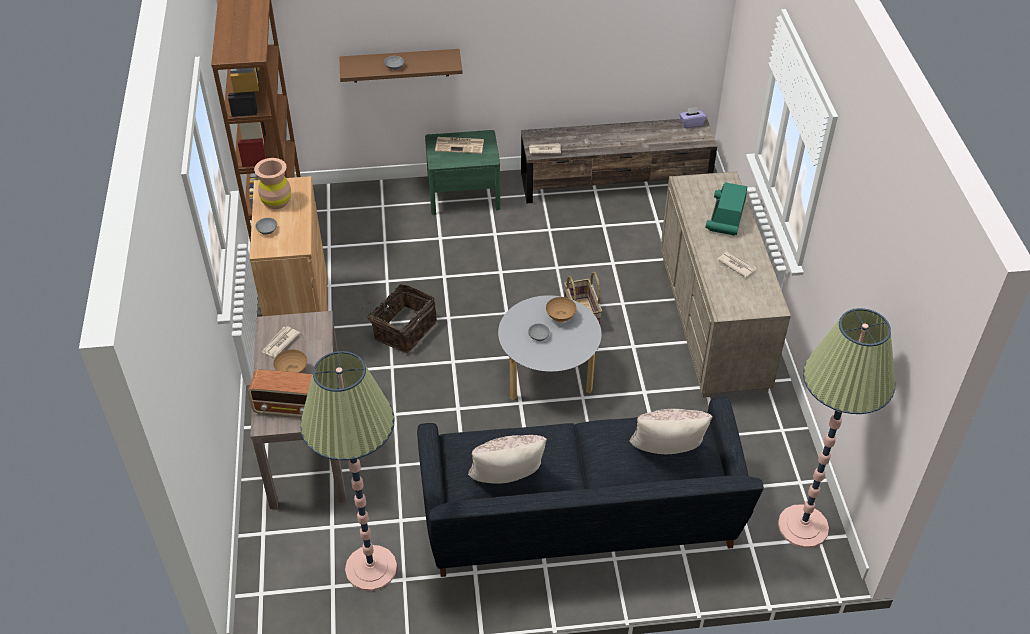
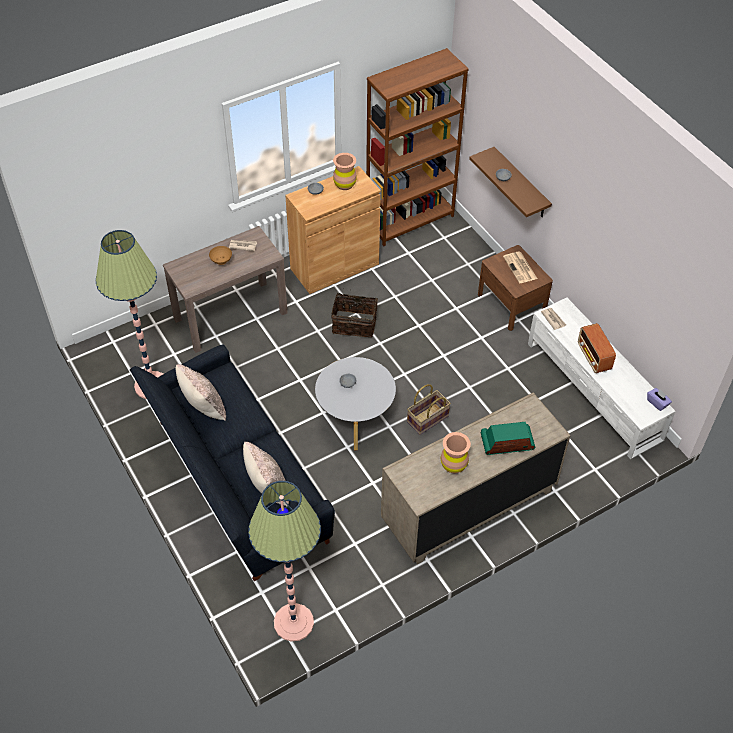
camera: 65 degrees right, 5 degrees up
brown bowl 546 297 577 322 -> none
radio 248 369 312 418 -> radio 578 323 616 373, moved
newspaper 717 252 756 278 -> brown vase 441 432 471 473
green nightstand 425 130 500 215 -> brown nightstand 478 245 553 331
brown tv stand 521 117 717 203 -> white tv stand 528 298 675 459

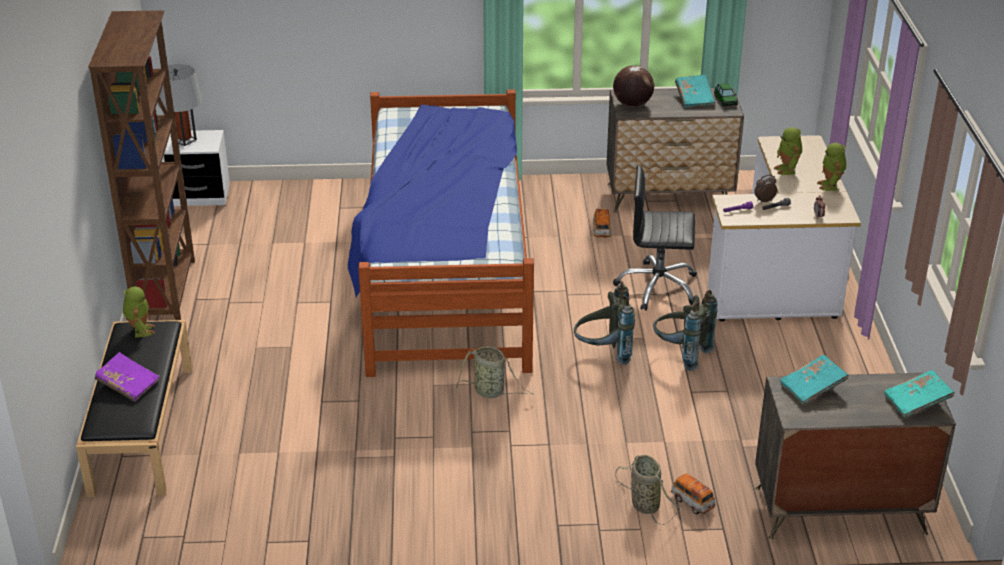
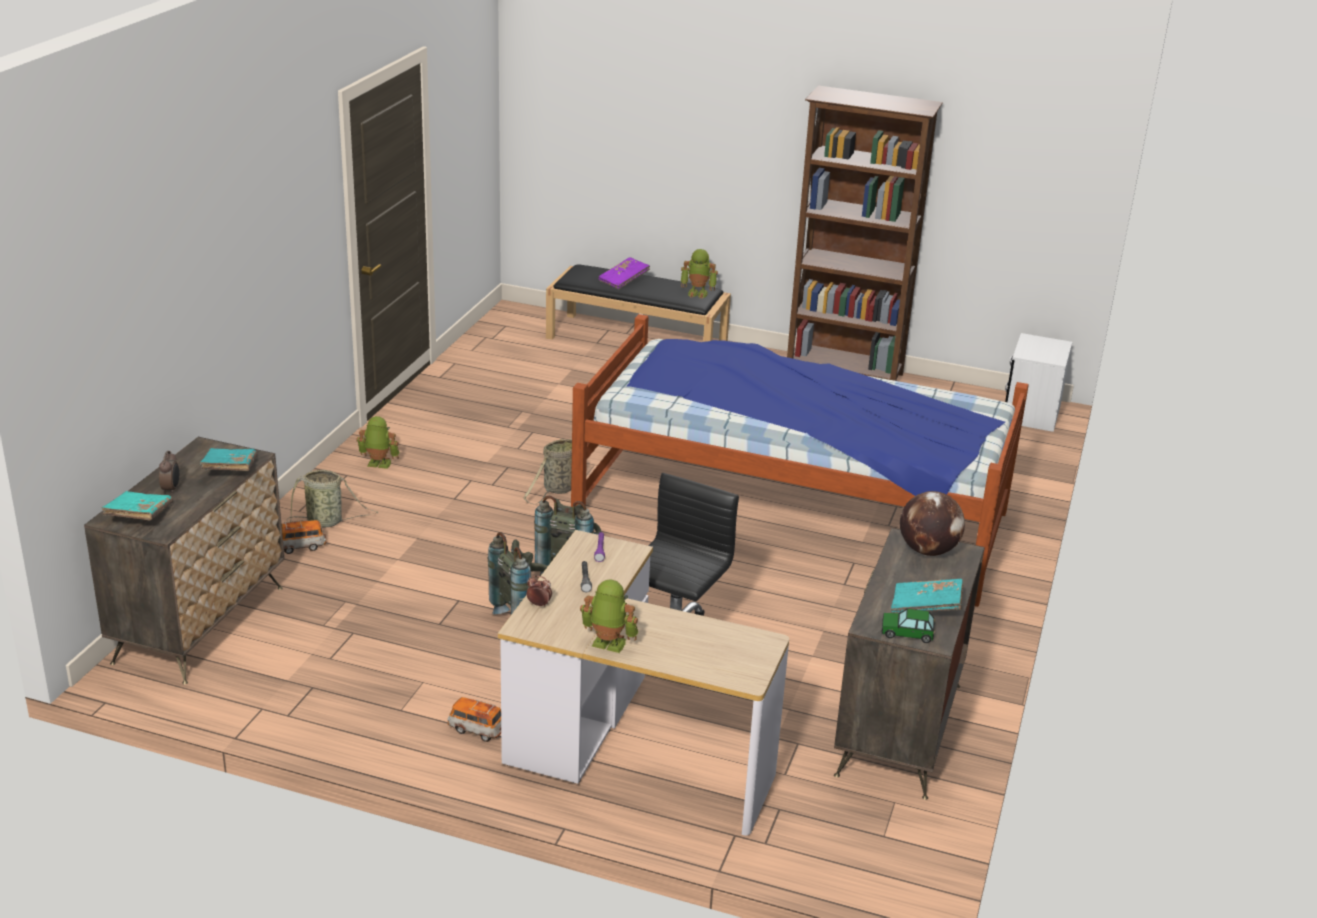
camera: 110 degrees right, 5 degrees down
grey table lamp 158 64 202 146 -> none
toy car 593 209 612 238 -> toy car 447 697 501 742, moved
alarm clock 754 174 777 203 -> alarm clock 159 451 179 494, moved
toy robot 774 127 802 175 -> toy robot 356 416 399 469, moved

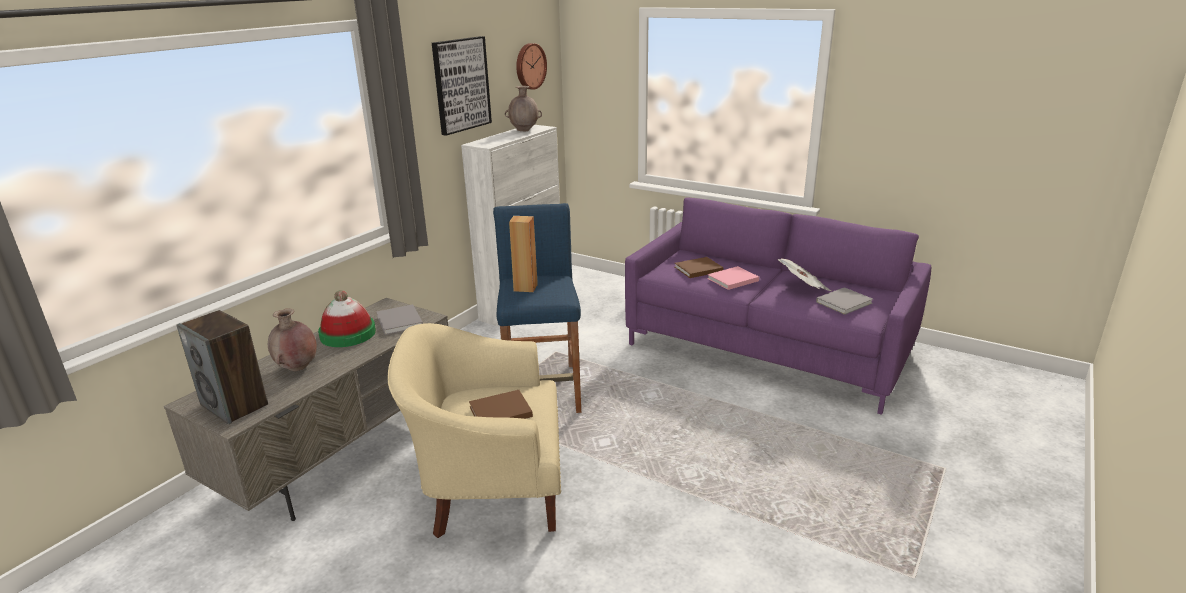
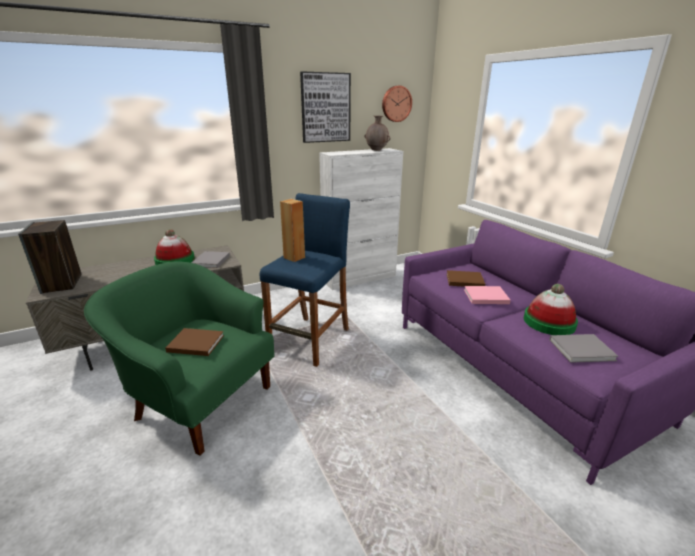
camera: 30 degrees right, 0 degrees up
brown vase 268 308 317 371 -> none
newspaper 777 259 831 291 -> hat 524 284 578 335
beige armchair 388 323 561 538 -> green armchair 84 262 275 456

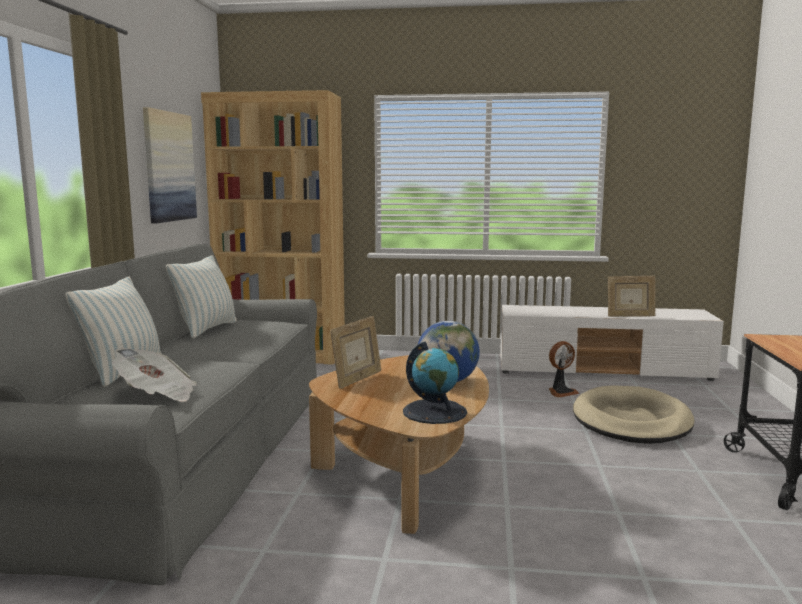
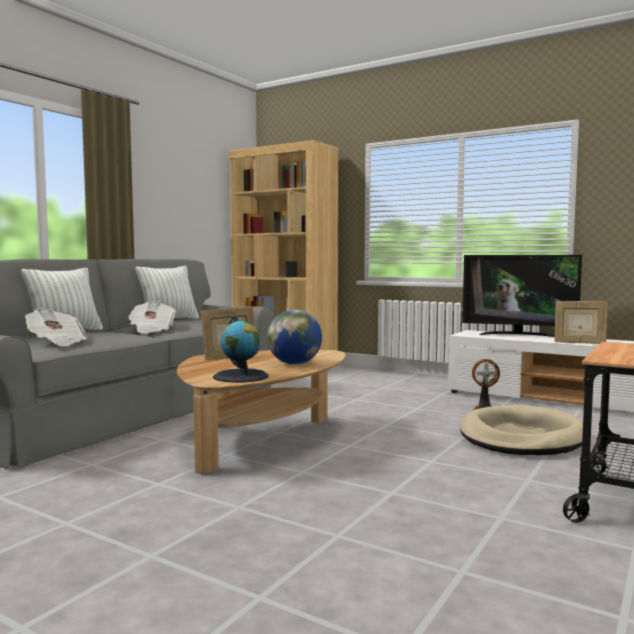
camera: 25 degrees right, 5 degrees down
picture 143 107 197 223 -> none
none -> newspaper 128 301 176 333
none -> television 462 255 582 337

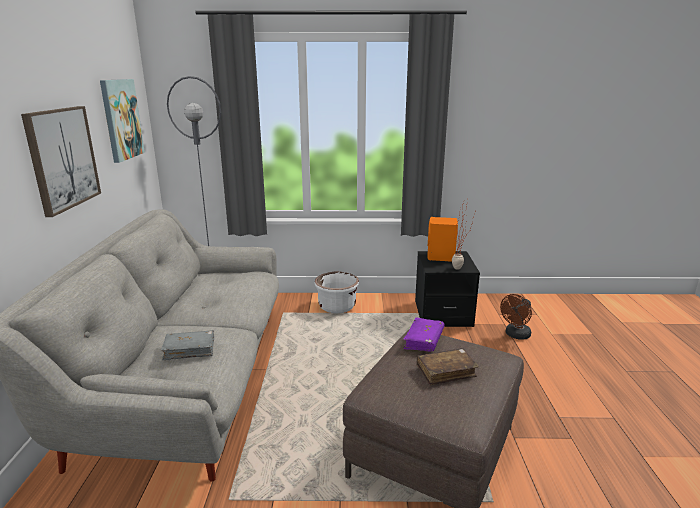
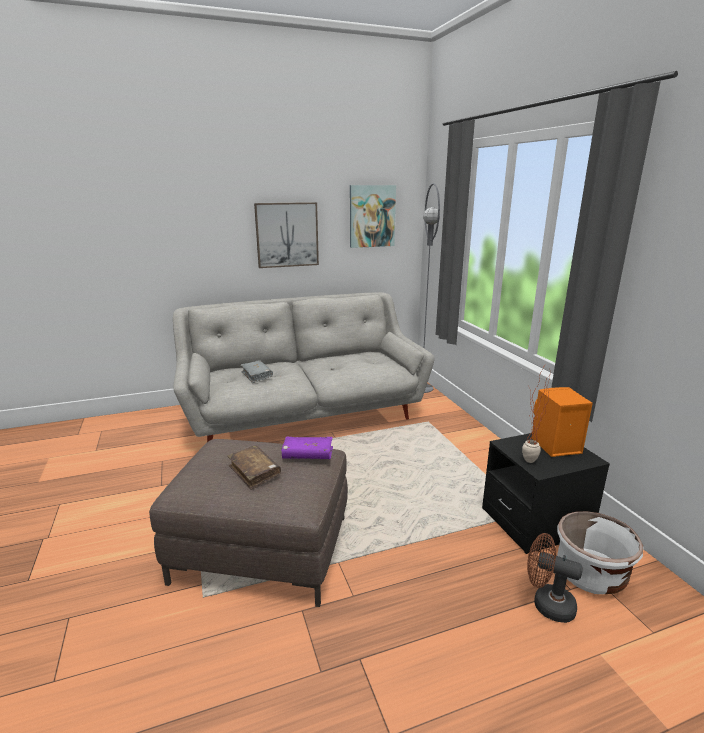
camera: 70 degrees right, 0 degrees up
white planter 314 271 359 314 -> white planter 557 511 643 594, moved

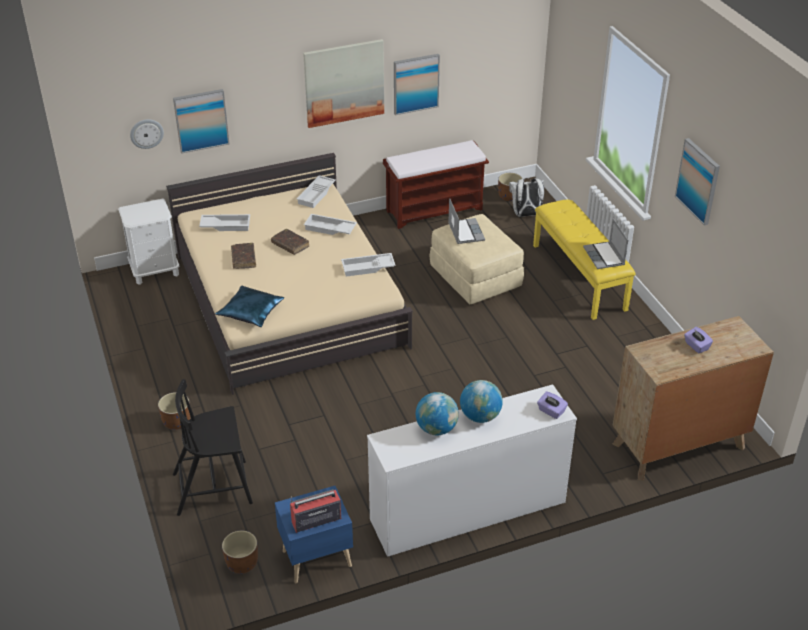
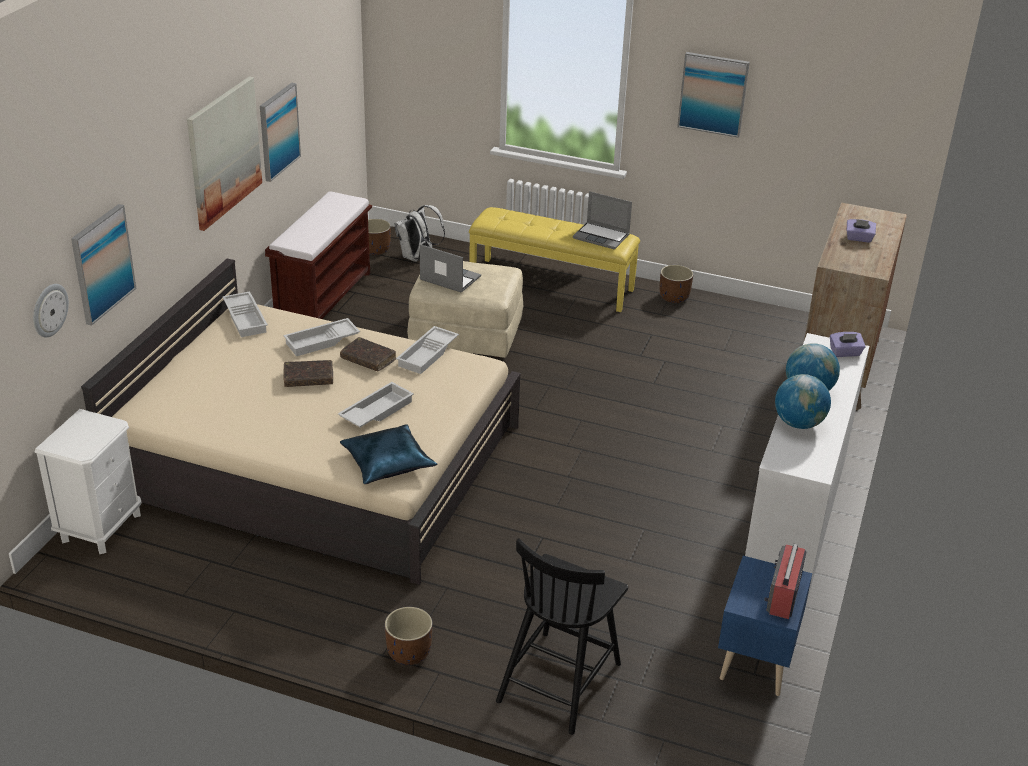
camera: 50 degrees left, 5 degrees down
white tray 199 214 250 231 -> white tray 338 382 414 427, moved
brown planter 222 531 258 574 -> brown planter 660 265 693 303, moved
brown book 231 243 256 269 -> brown book 340 337 396 372, moved

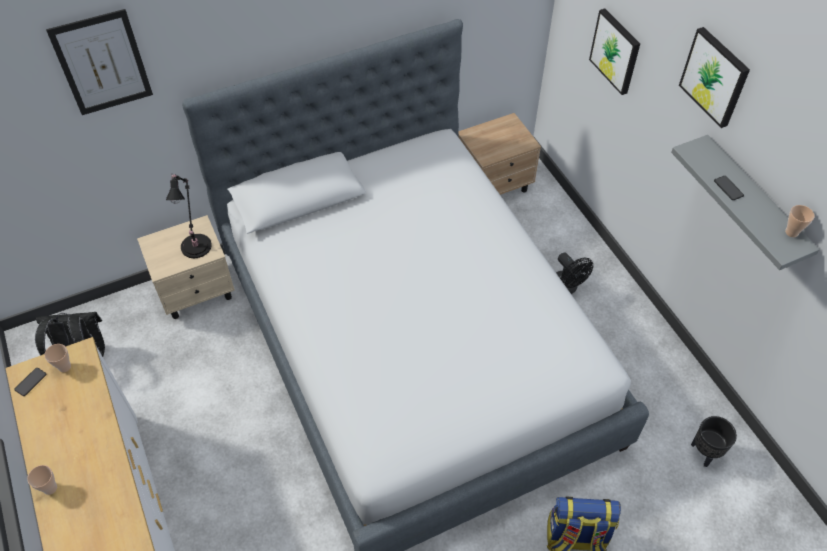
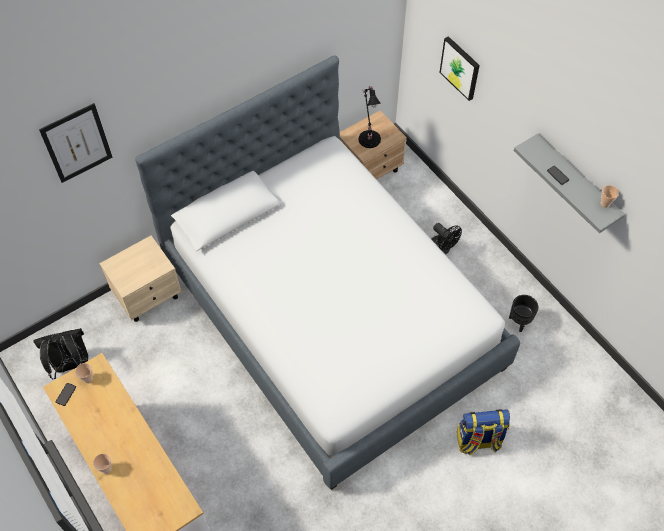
camera: 10 degrees left, 5 degrees up
picture 679 27 750 128 -> none
black table lamp 166 174 212 258 -> black table lamp 359 86 381 148, moved
black planter 691 416 737 467 -> black planter 509 295 538 332, moved

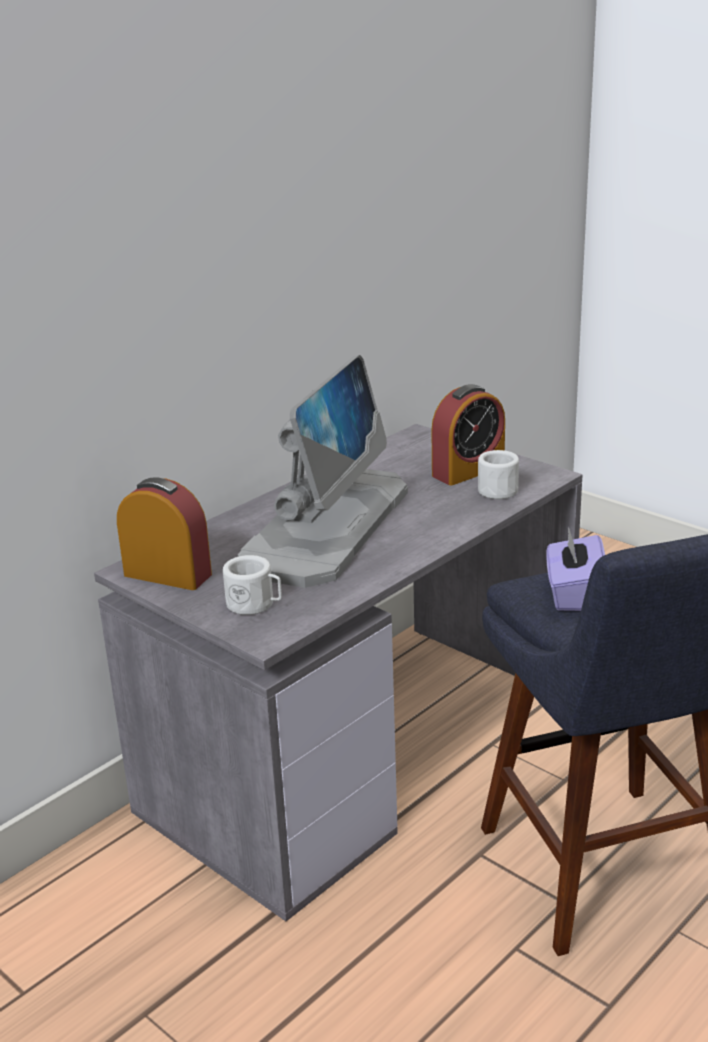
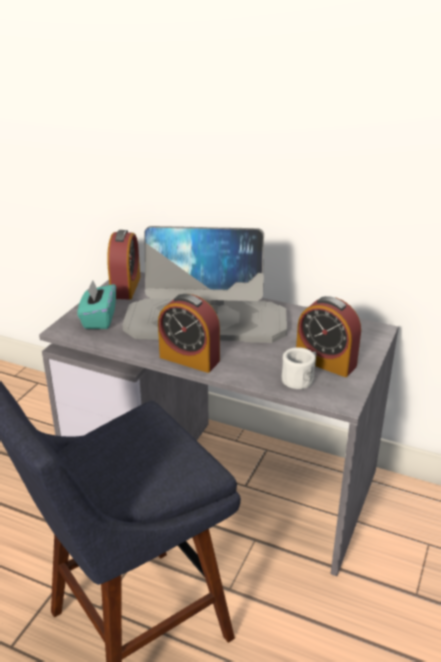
camera: 70 degrees right, 5 degrees up
purple tissue box 547 527 605 611 -> none
none -> alarm clock 158 294 220 373
white mug 223 555 282 615 -> turquoise tissue box 77 280 116 329

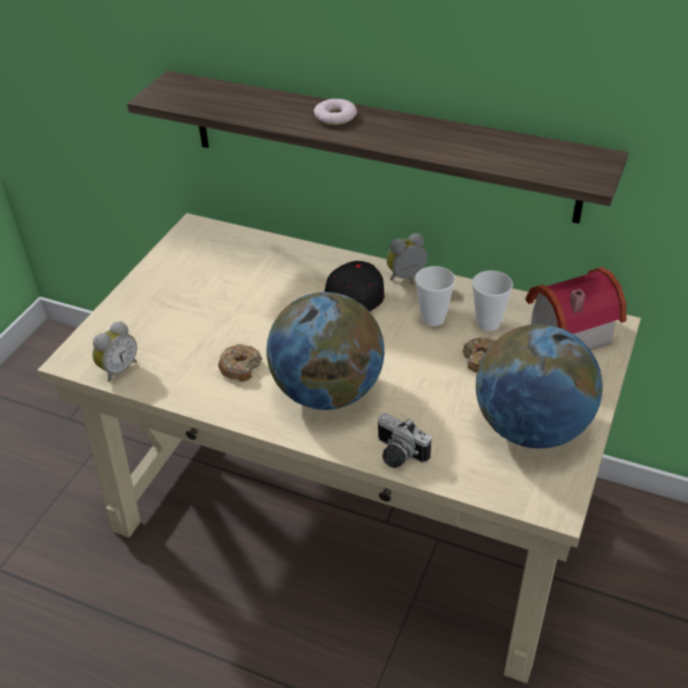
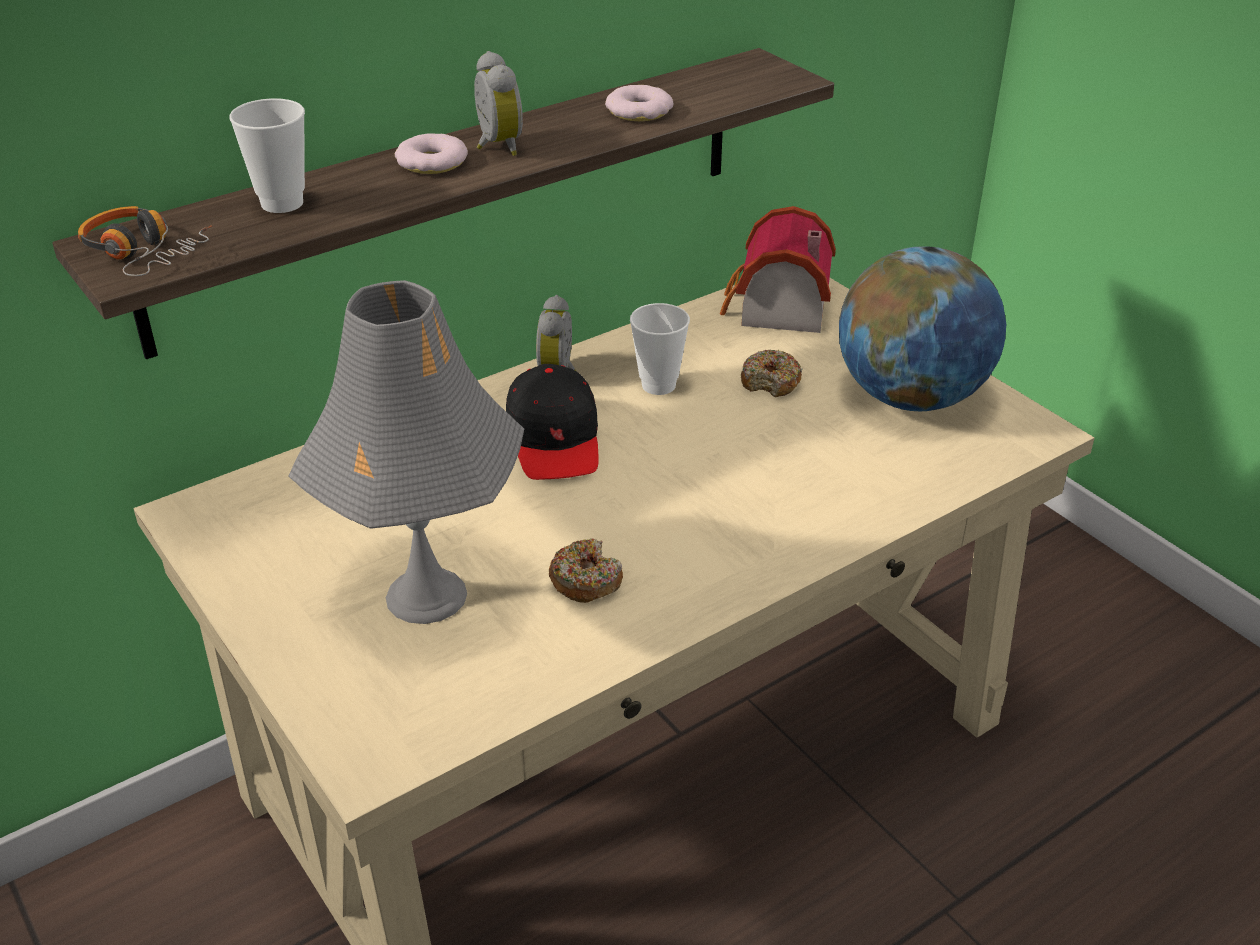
camera: 60 degrees left, 5 degrees down
globe 267 292 384 410 -> none
photo camera 377 413 431 468 -> none
none -> headphones 78 206 212 276
none -> grey table lamp 289 280 524 624
none -> donut 605 85 674 121
alarm clock 92 321 137 382 -> alarm clock 474 51 523 156, moved
cup 472 271 513 331 -> cup 230 98 305 213, moved

